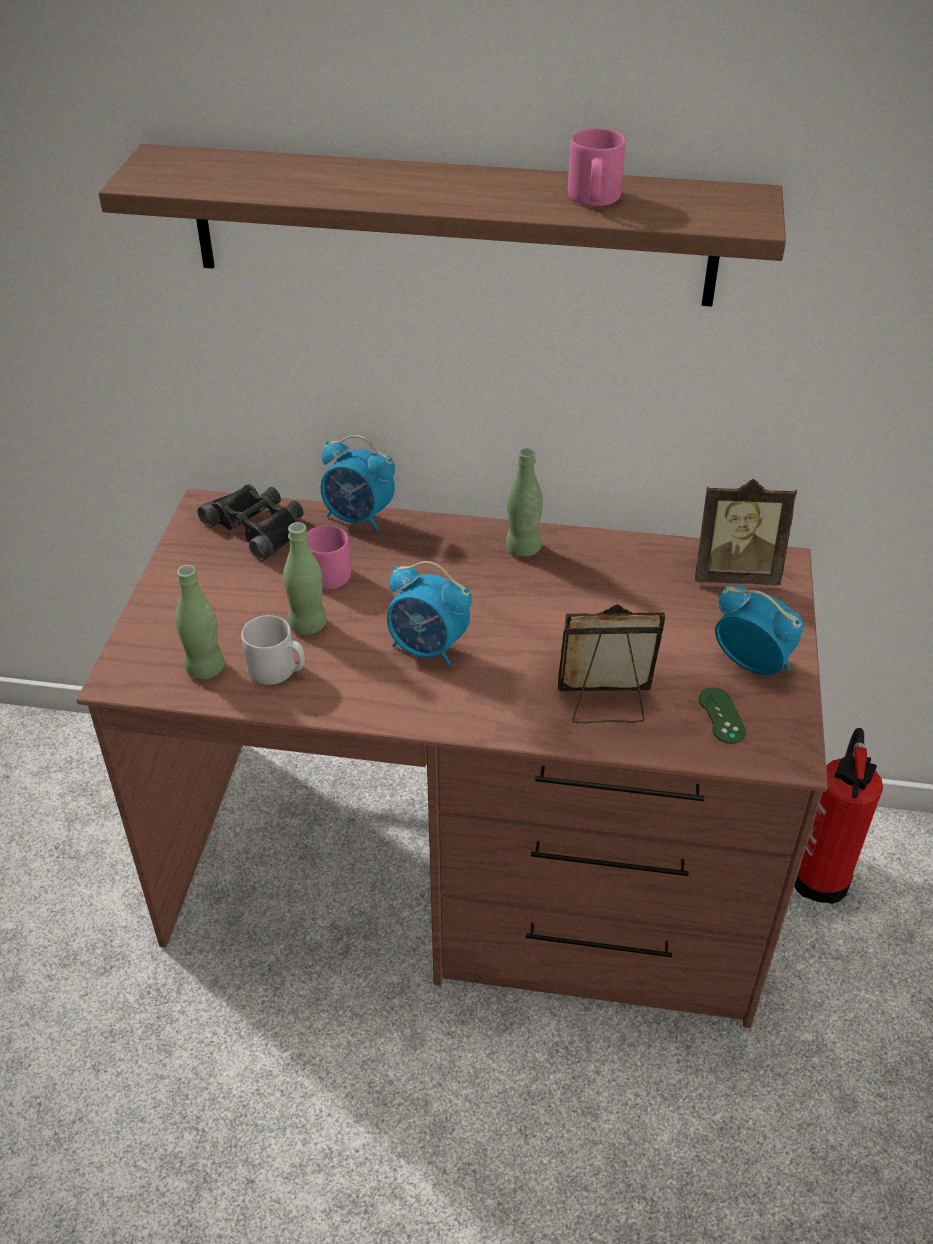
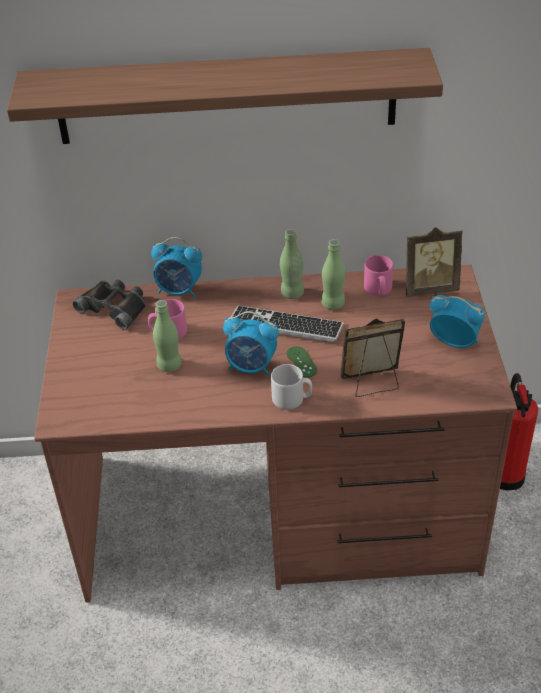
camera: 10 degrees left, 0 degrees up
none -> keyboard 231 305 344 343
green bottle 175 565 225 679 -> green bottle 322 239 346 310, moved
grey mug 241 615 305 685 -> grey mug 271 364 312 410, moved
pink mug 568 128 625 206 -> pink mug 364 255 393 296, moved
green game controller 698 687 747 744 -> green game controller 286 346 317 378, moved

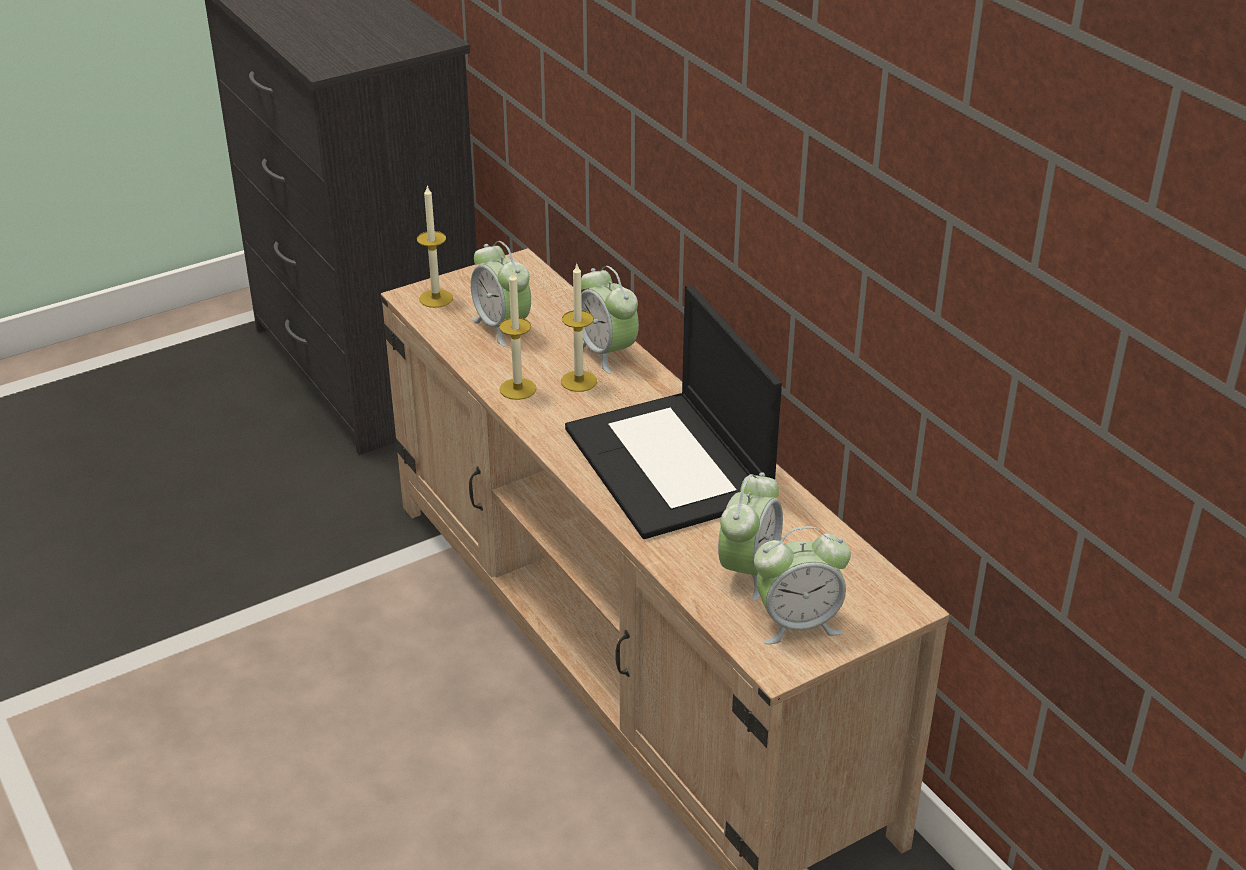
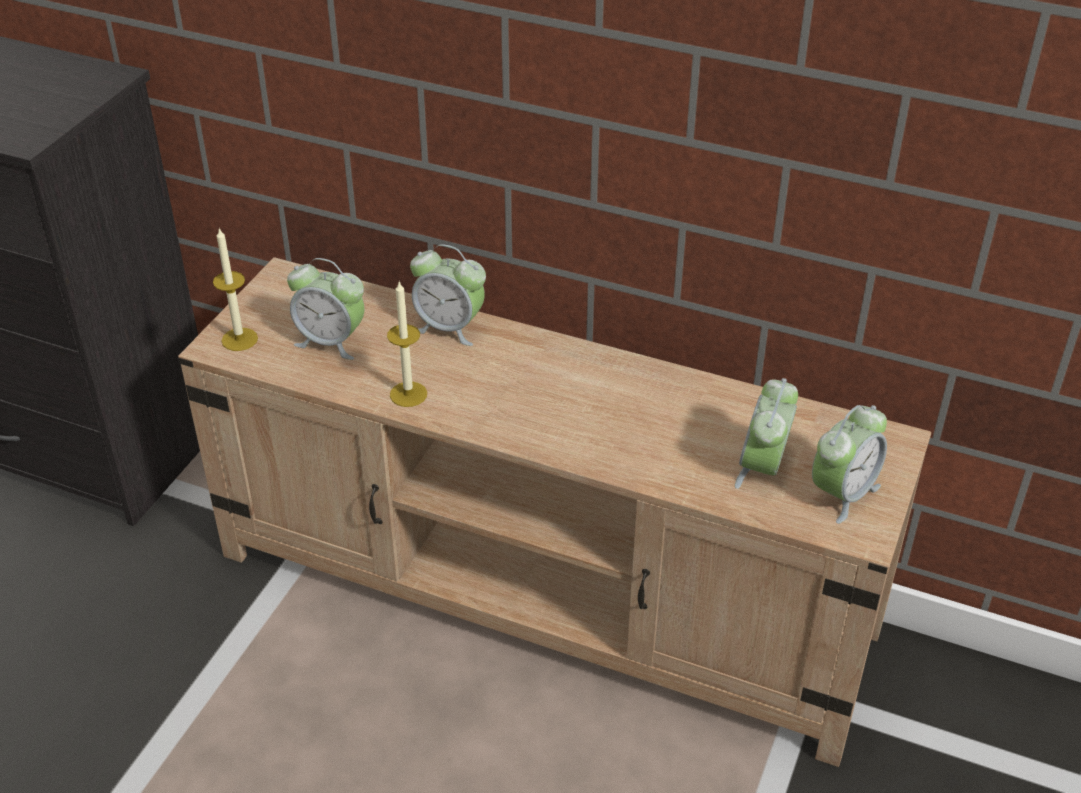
camera: 35 degrees left, 5 degrees up
candle 561 264 597 392 -> none
laptop 565 285 782 539 -> none
alarm clock 718 472 783 601 -> alarm clock 735 378 798 489, 150 degrees counterclockwise

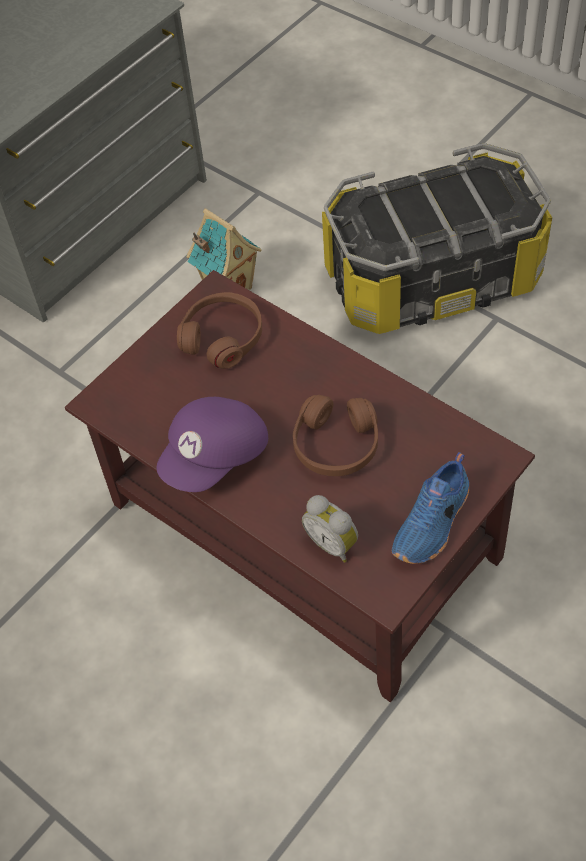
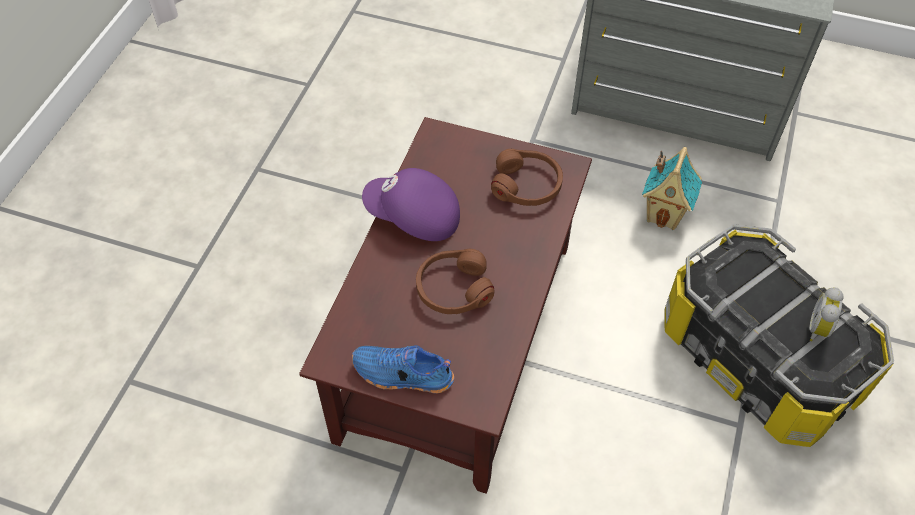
camera: 65 degrees right, 0 degrees up
alarm clock 302 495 358 563 -> alarm clock 809 287 843 341, moved

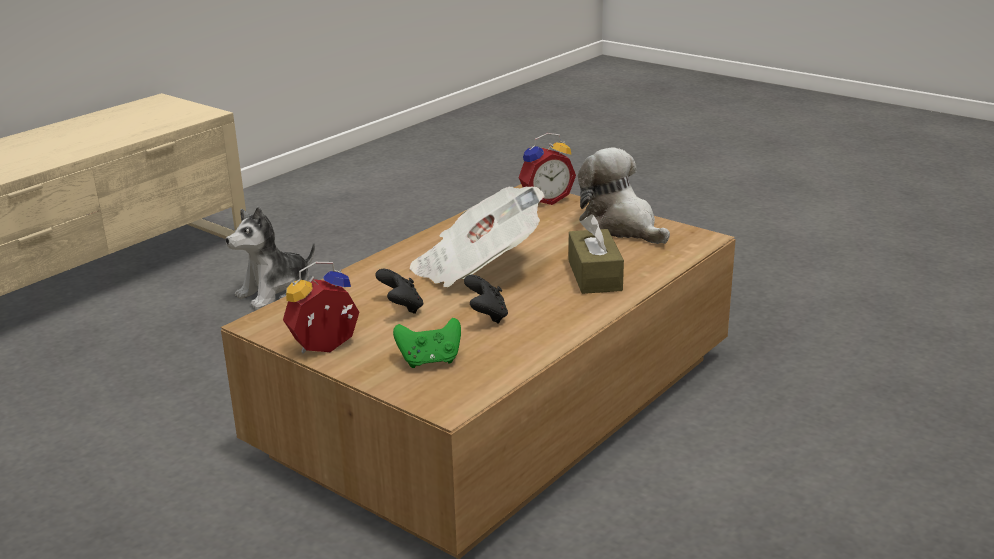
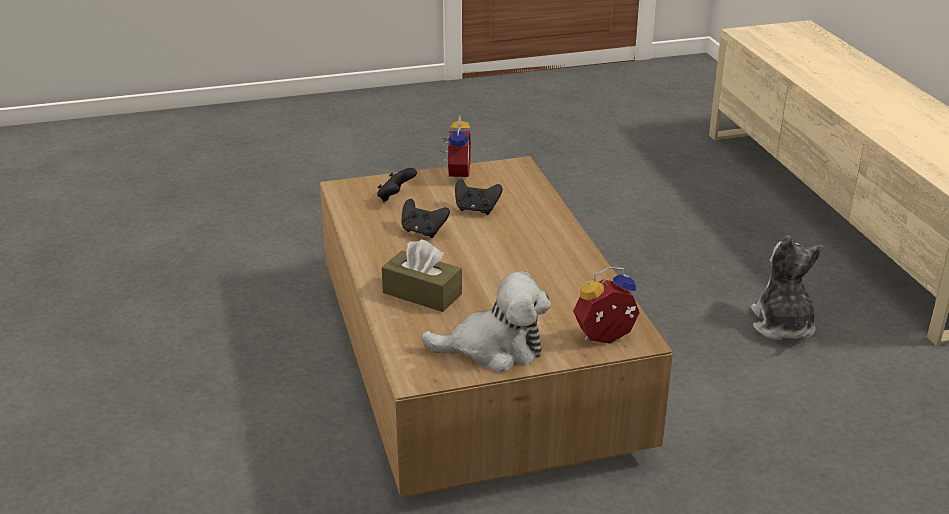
camera: 125 degrees right, 5 degrees up
newspaper 410 186 545 287 -> none
green game controller 393 318 461 368 -> black game controller 377 168 417 202
alarm clock 519 133 576 205 -> alarm clock 573 267 640 344, 60 degrees clockwise

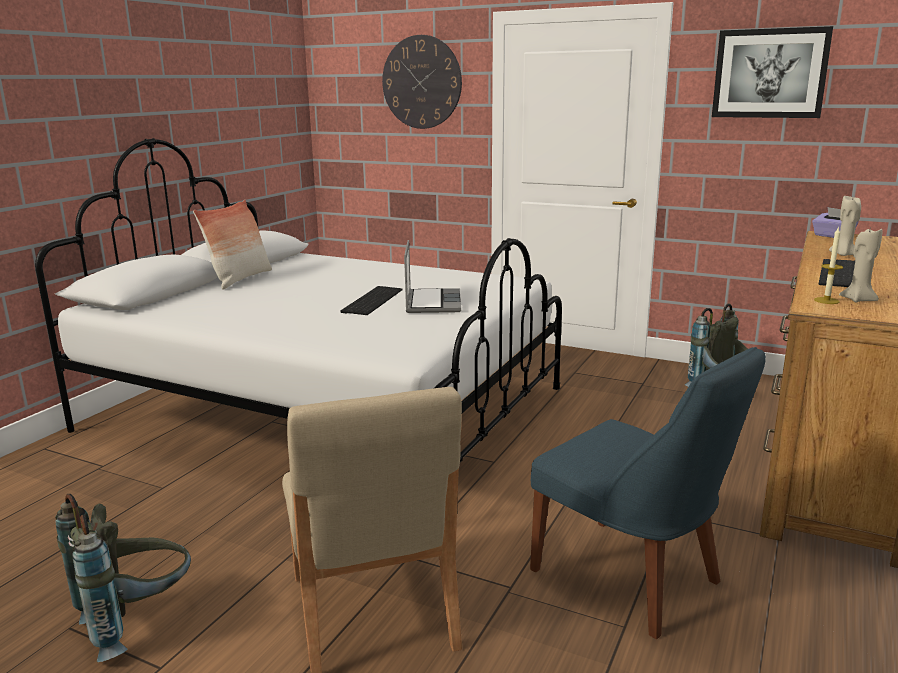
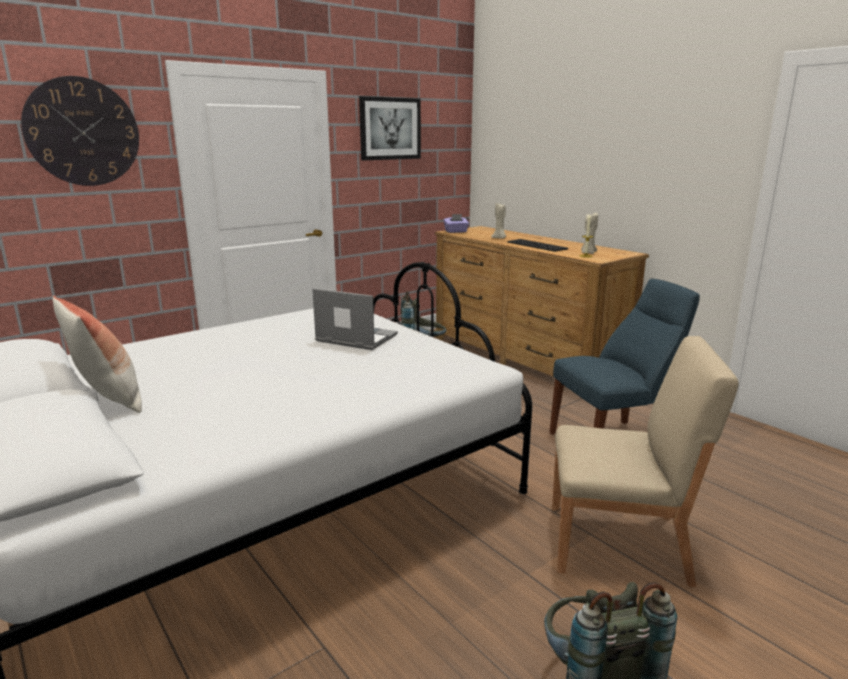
camera: 65 degrees left, 0 degrees up
keyboard 341 286 403 315 -> none

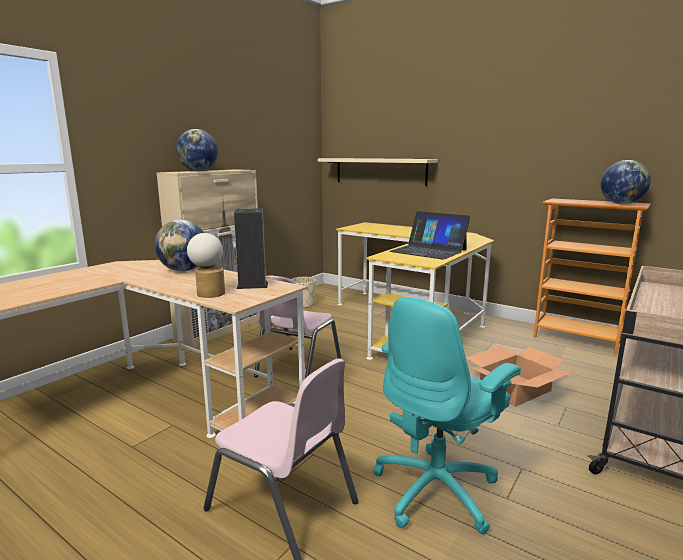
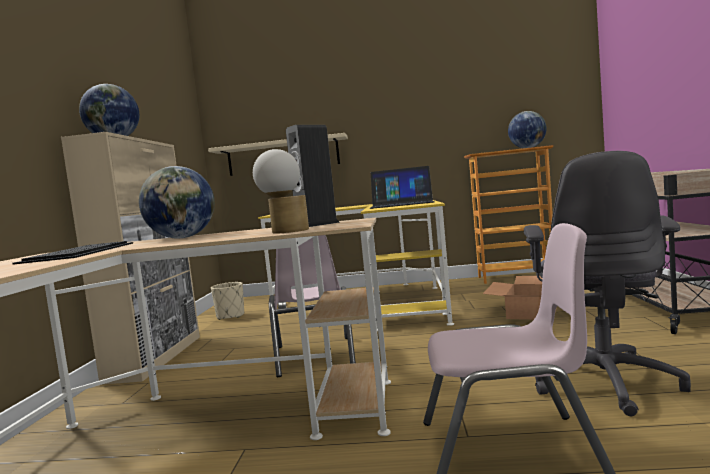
camera: 30 degrees left, 10 degrees down
none -> keyboard 12 241 133 265
turquoise office chair 373 297 521 534 -> grey office chair 524 151 691 416

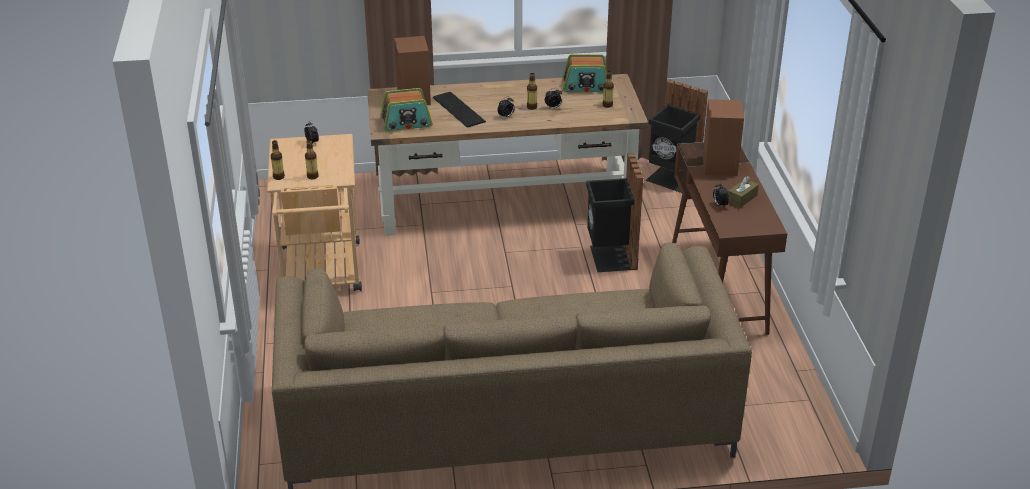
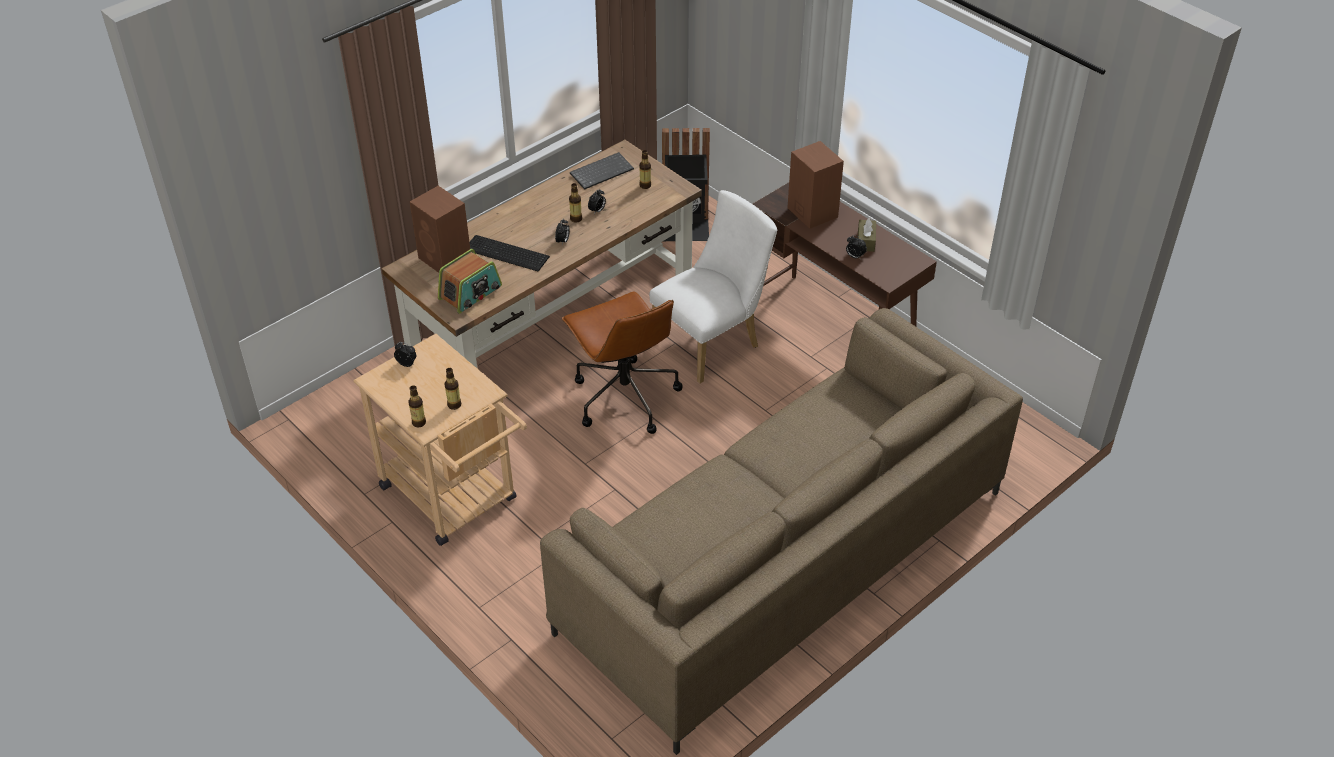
camera: 35 degrees left, 10 degrees up
none -> brown office chair 562 292 683 434
radio 562 54 607 92 -> keyboard 570 152 634 190
black trash can 586 153 643 272 -> white chair 649 190 777 384

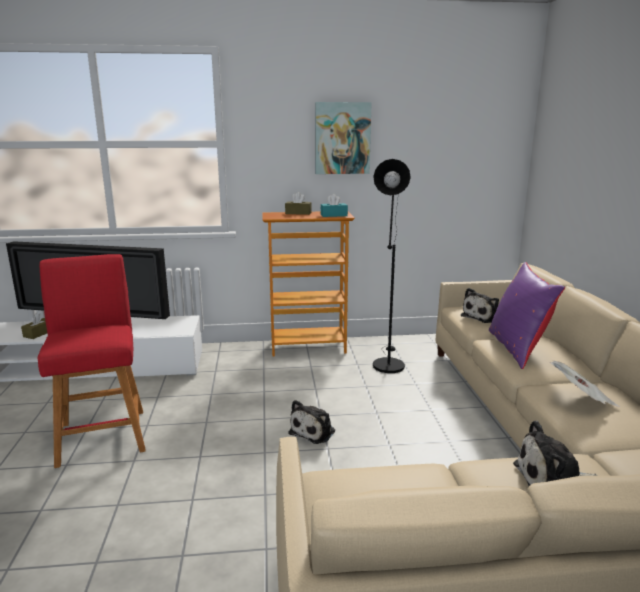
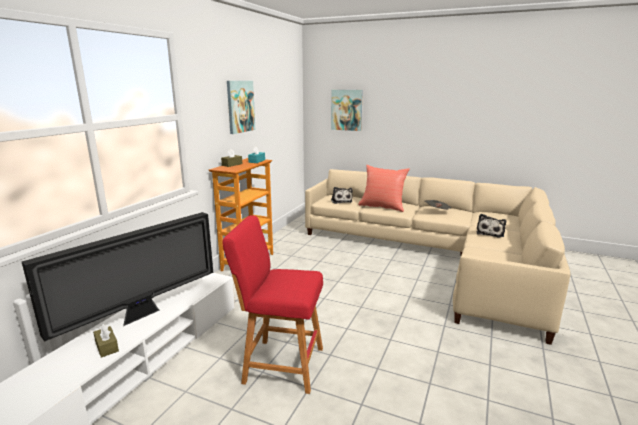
camera: 60 degrees left, 0 degrees up
plush toy 289 400 335 444 -> none
black floor lamp 373 159 411 373 -> none
none -> picture 331 90 363 131
purple pillow 489 262 565 369 -> red pillow 358 165 410 212

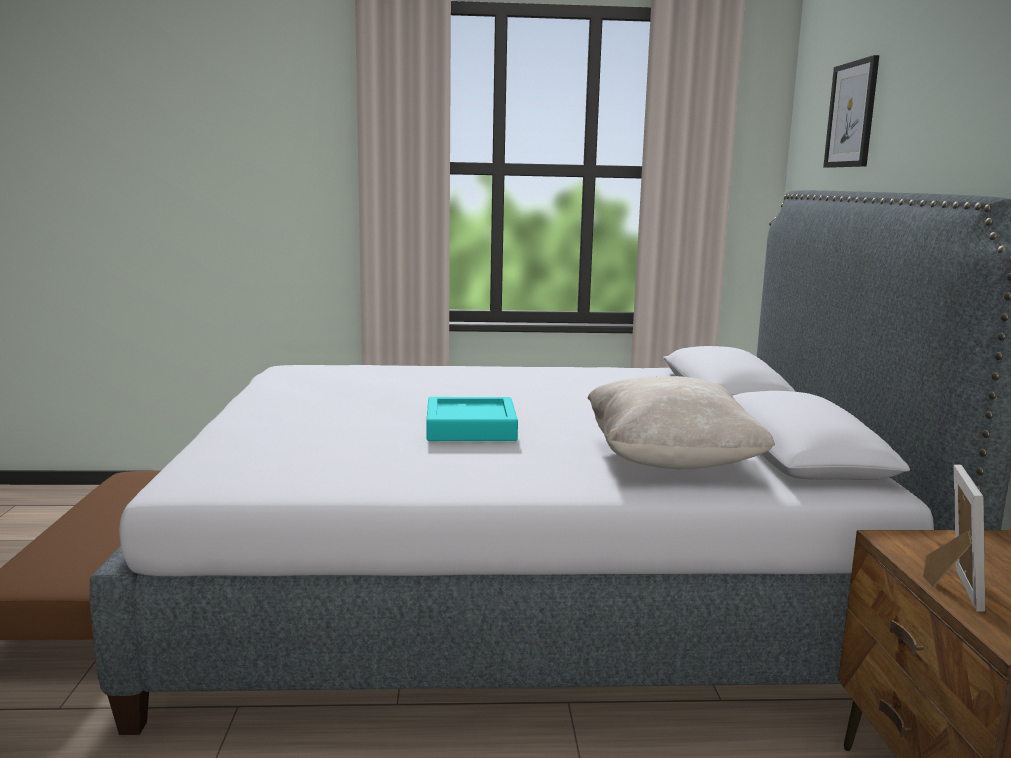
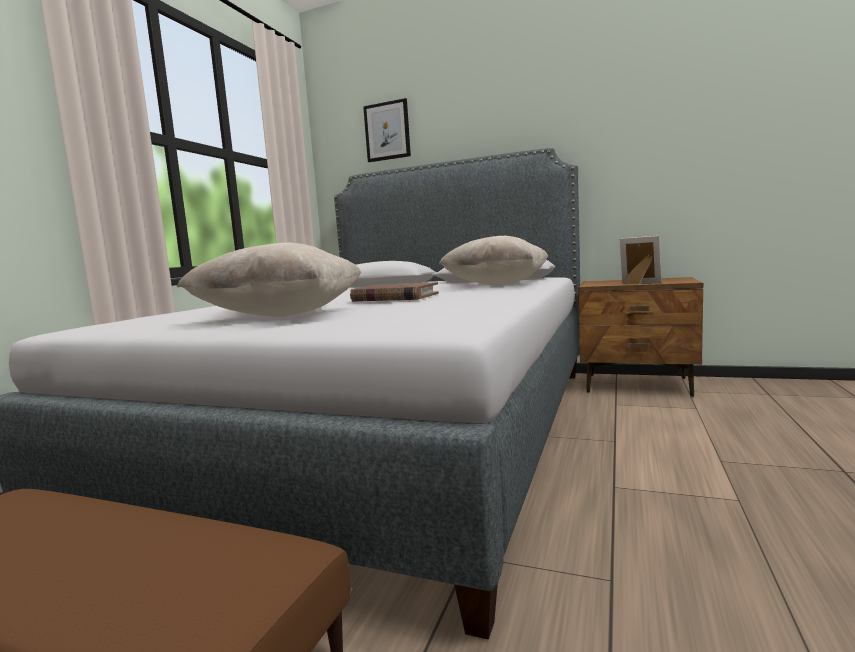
camera: 65 degrees left, 5 degrees down
none -> beige pillow 177 243 361 317
turquoise tray 426 397 518 441 -> brown book 350 282 439 302

